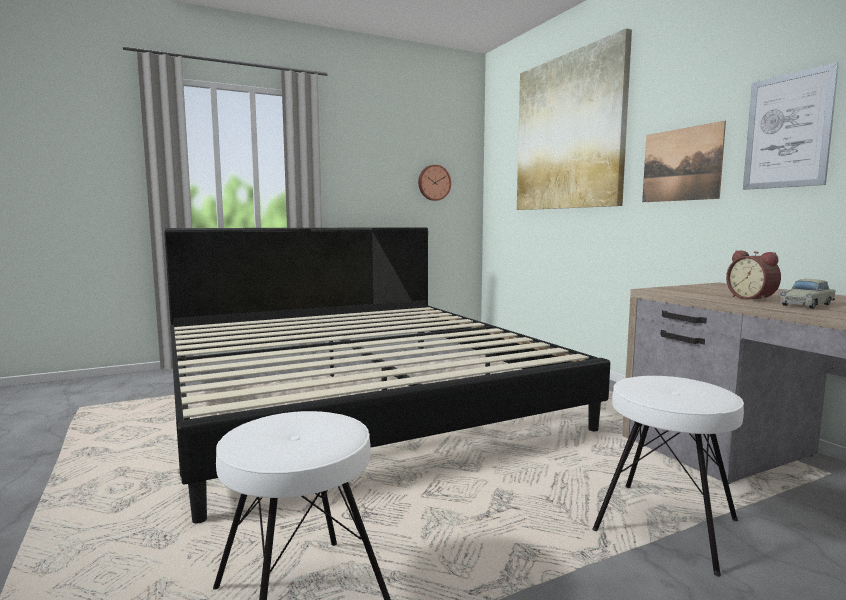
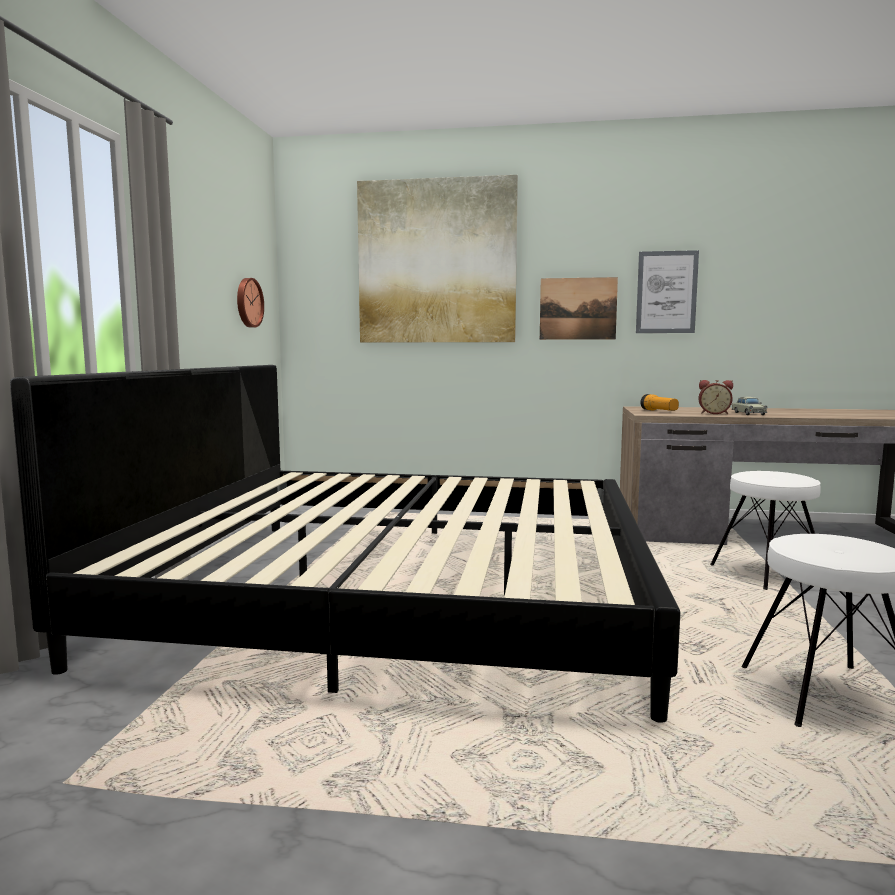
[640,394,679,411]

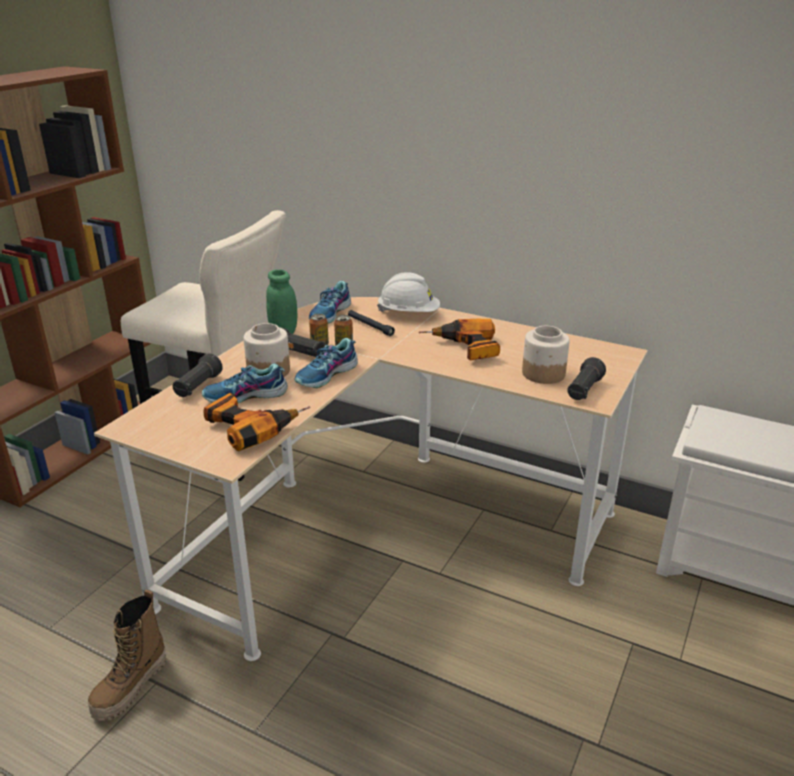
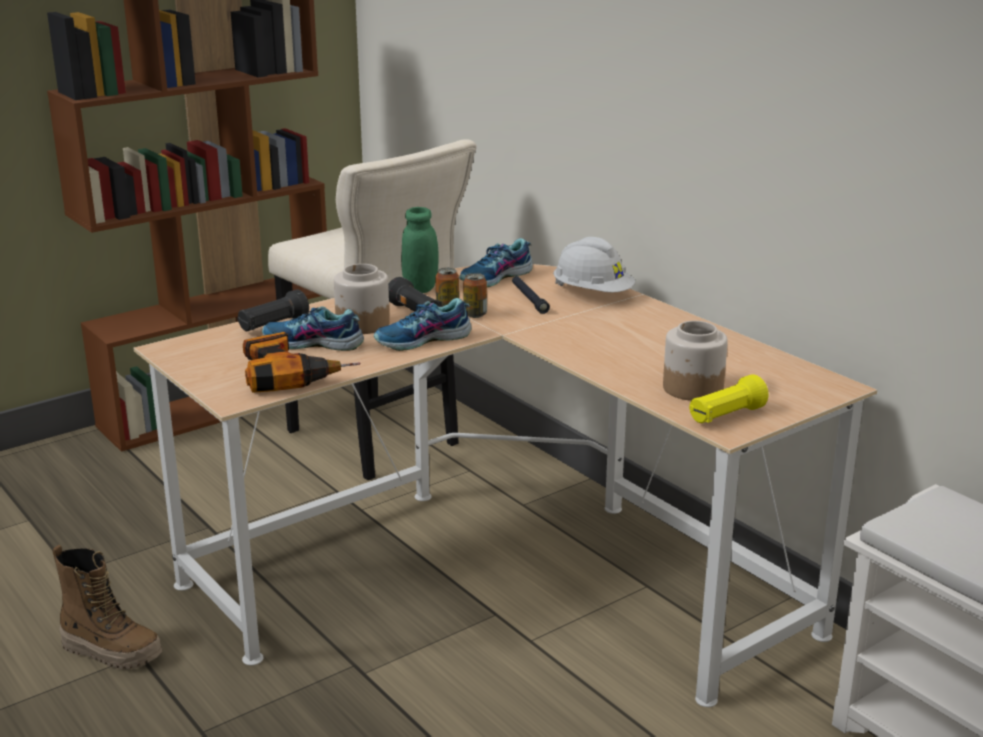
[53,545,162,669]
[419,319,500,360] (first image)
[689,374,768,423]

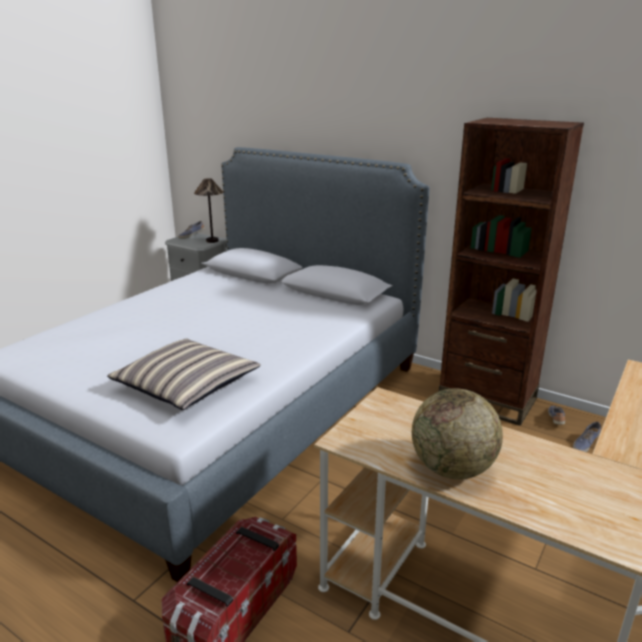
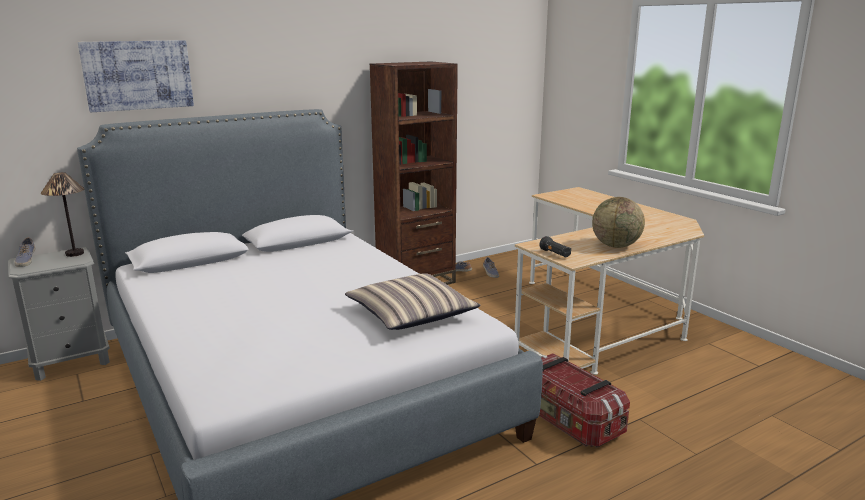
[78,40,194,112]
[540,236,571,257]

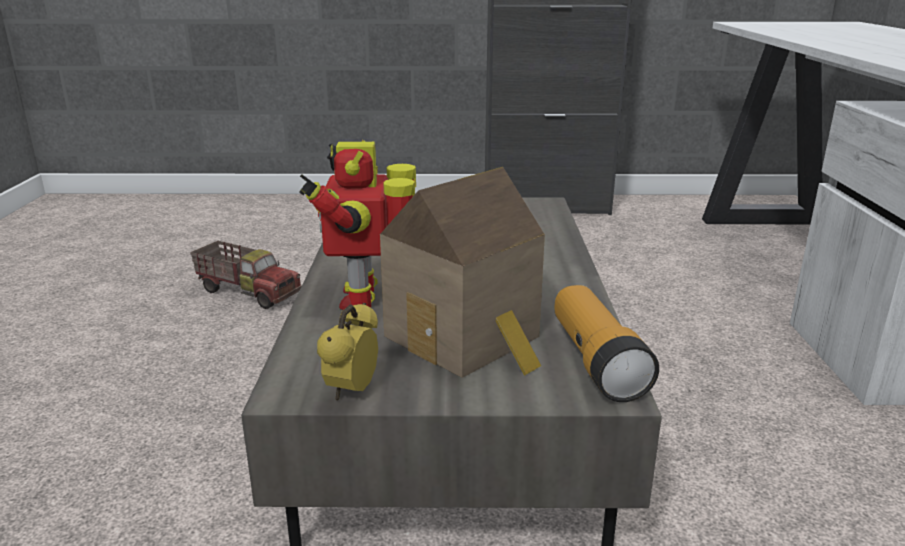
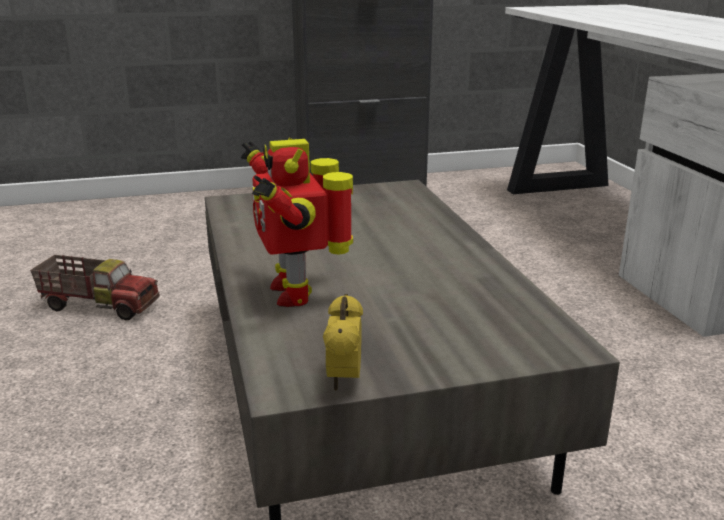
[380,167,545,378] (first image)
[554,285,659,402] (first image)

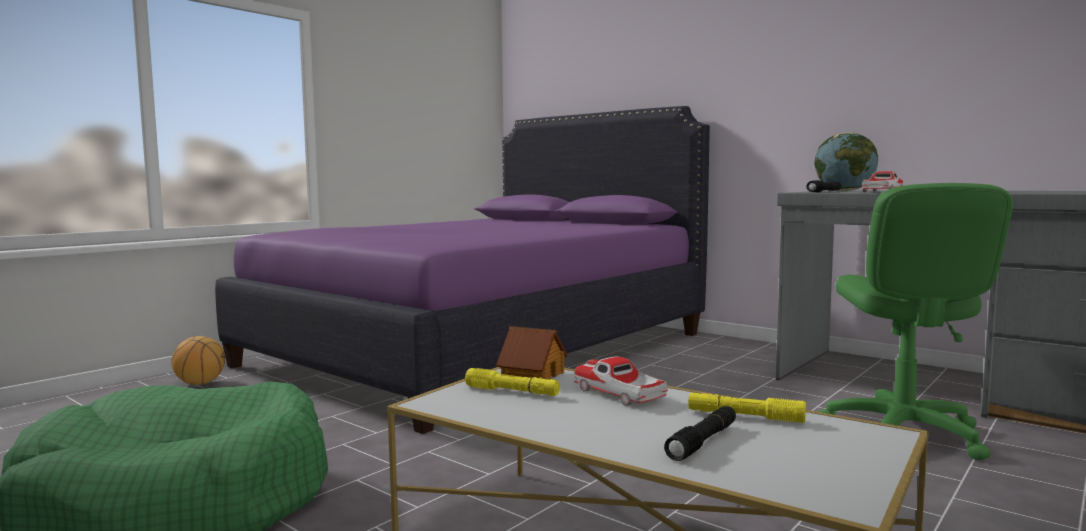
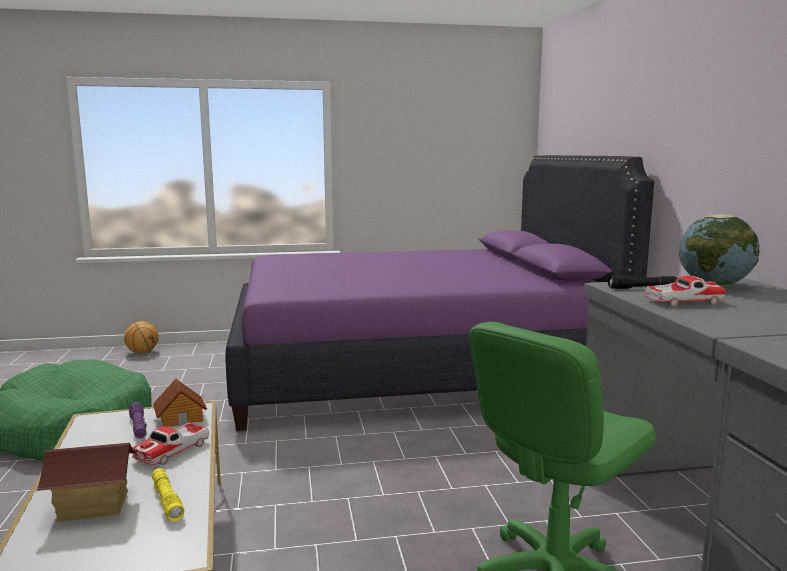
[124,321,159,353]
[129,402,147,439]
[132,423,209,465]
[36,443,137,522]

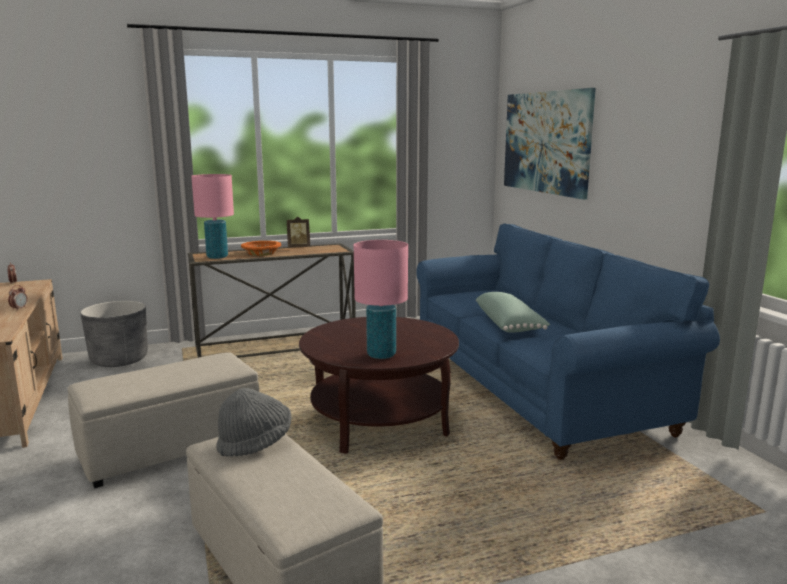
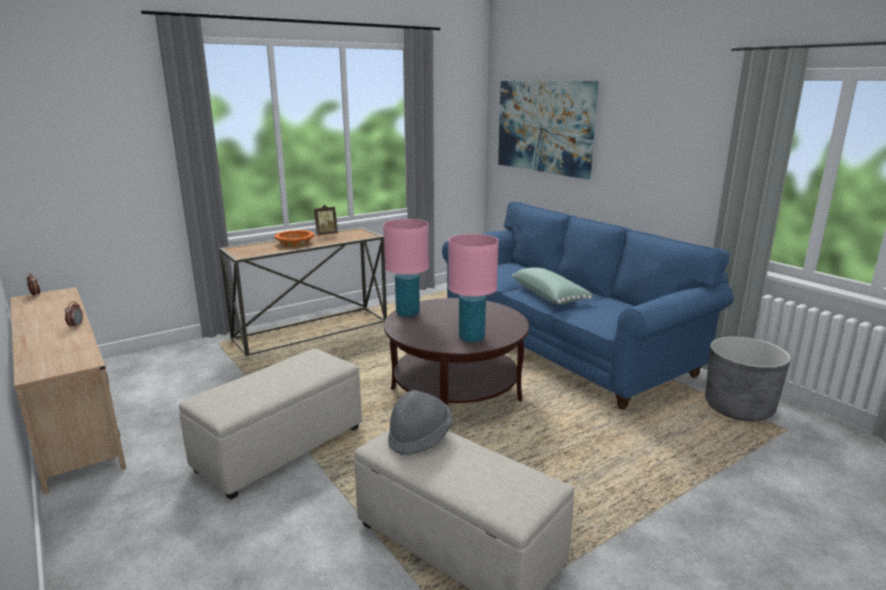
[705,336,791,421]
[383,219,429,317]

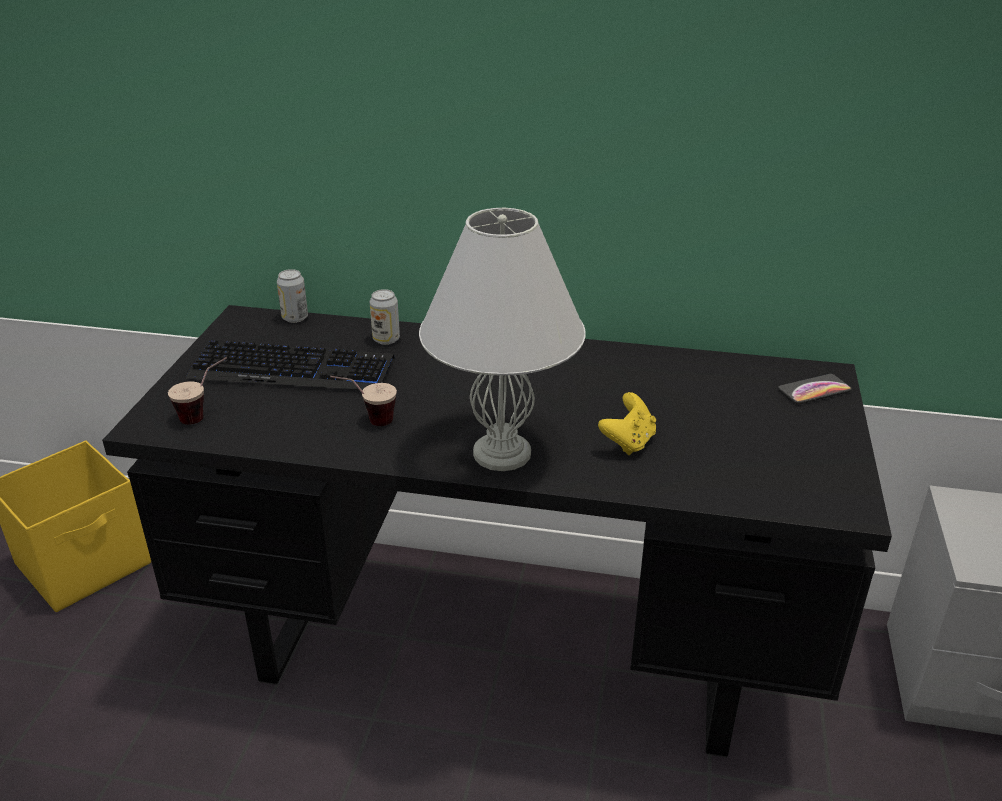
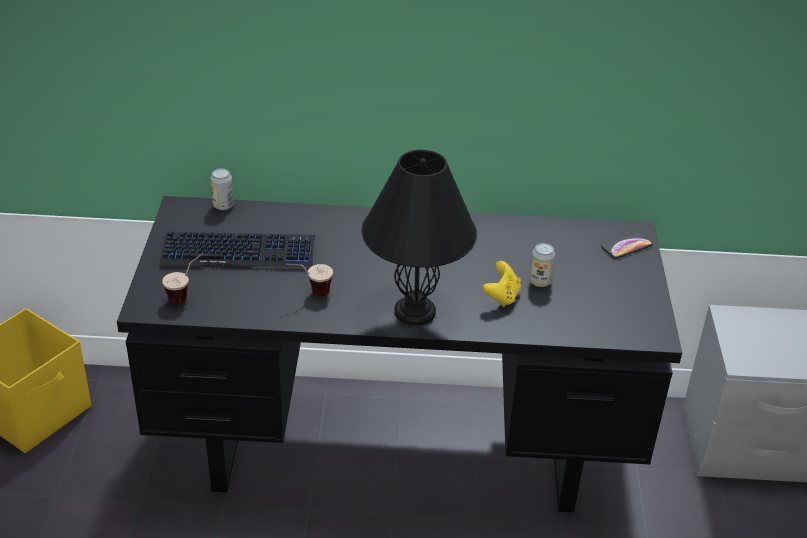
[529,243,555,287]
[361,150,477,326]

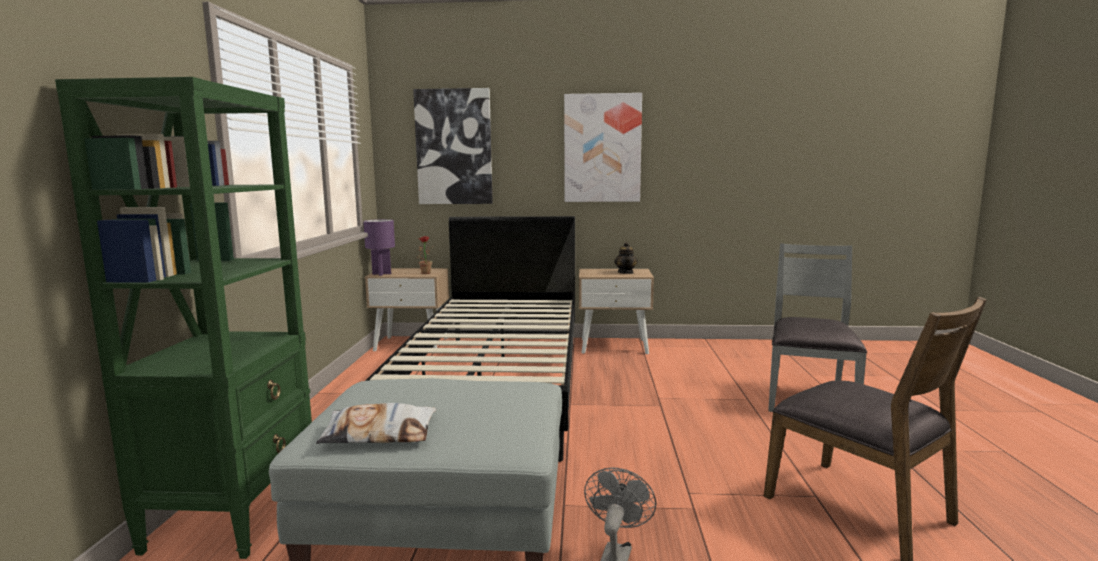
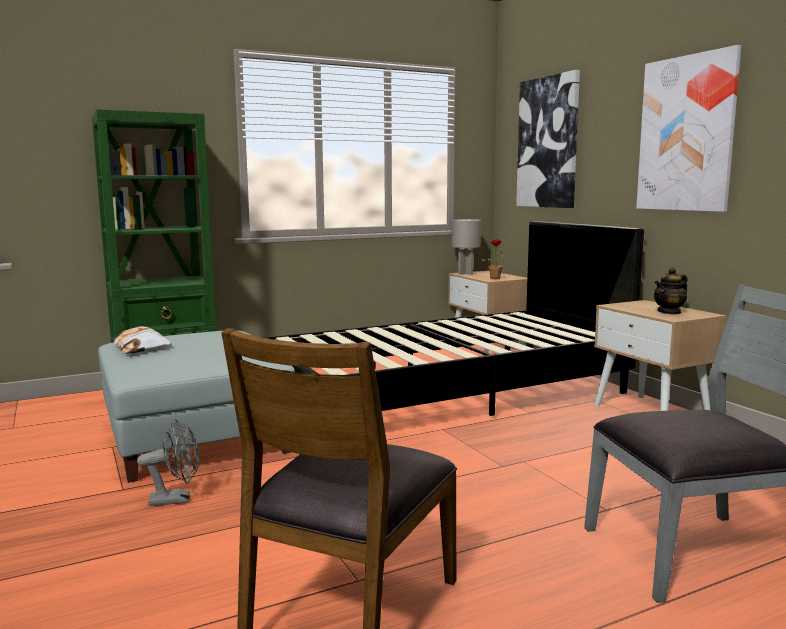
[452,219,481,275]

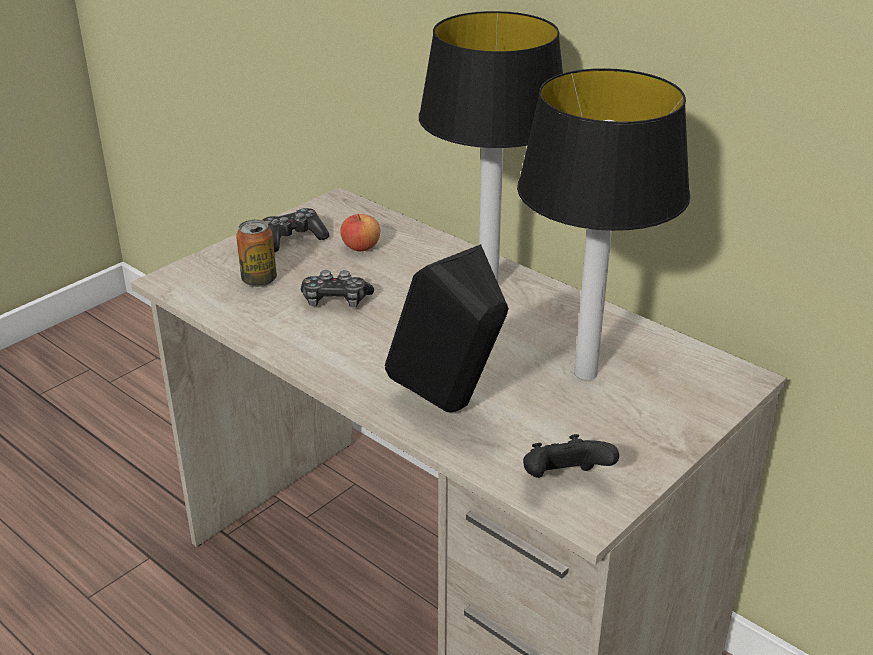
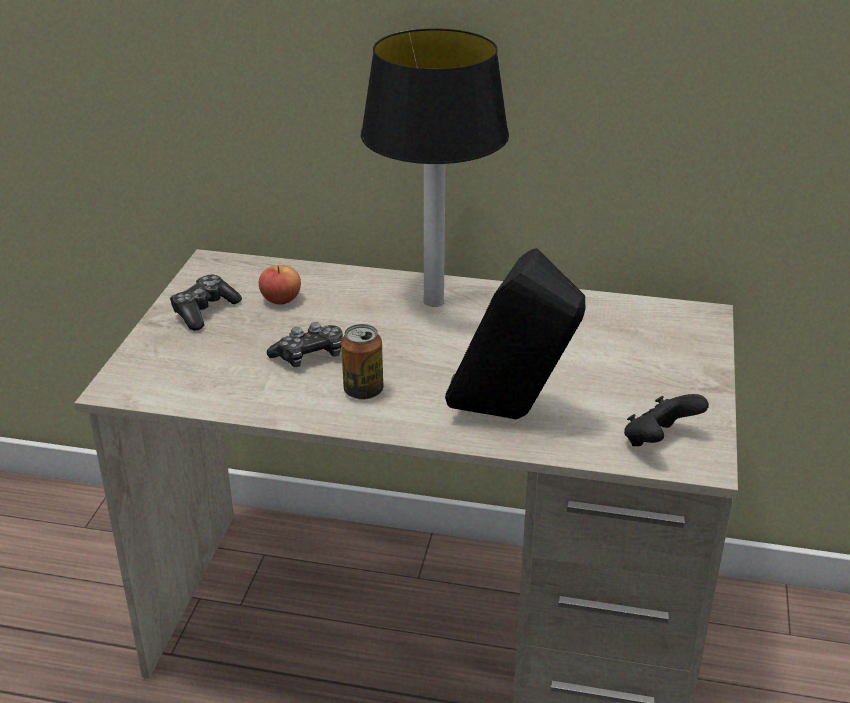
[341,324,384,400]
[517,68,690,380] (first image)

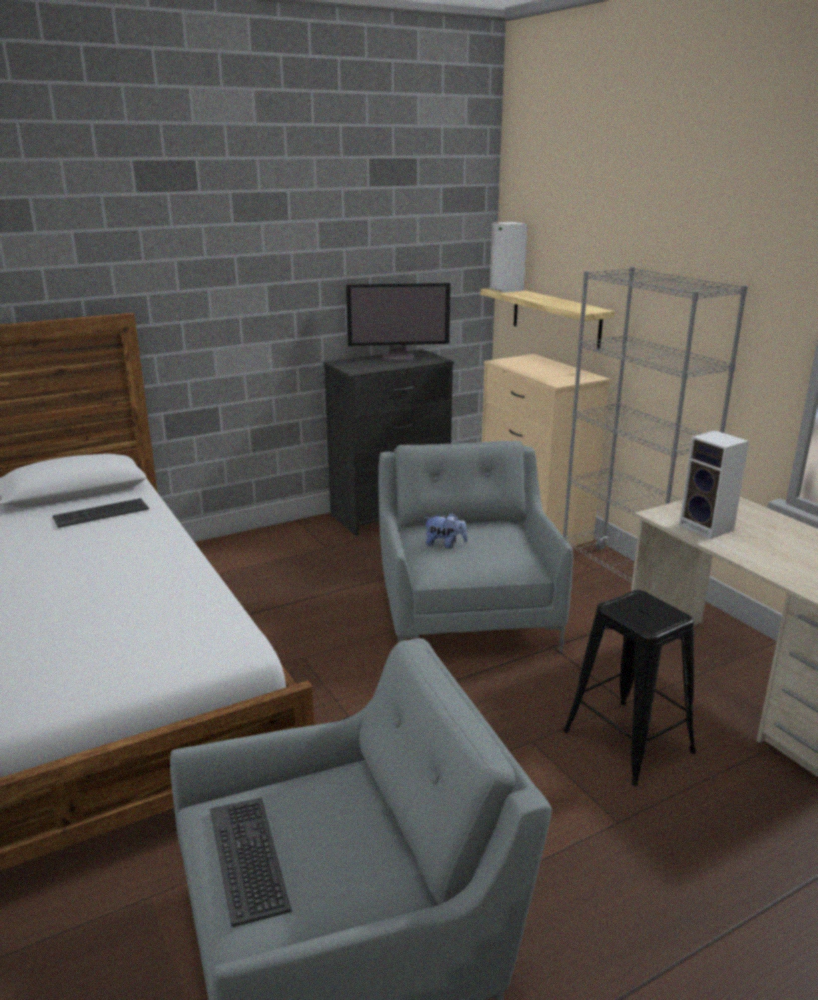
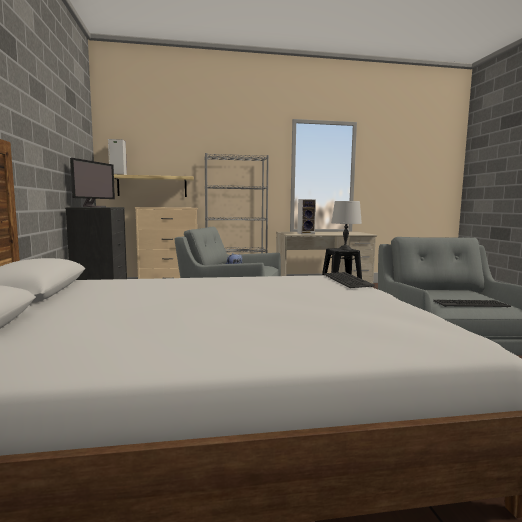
[324,272,375,288]
[331,201,362,250]

